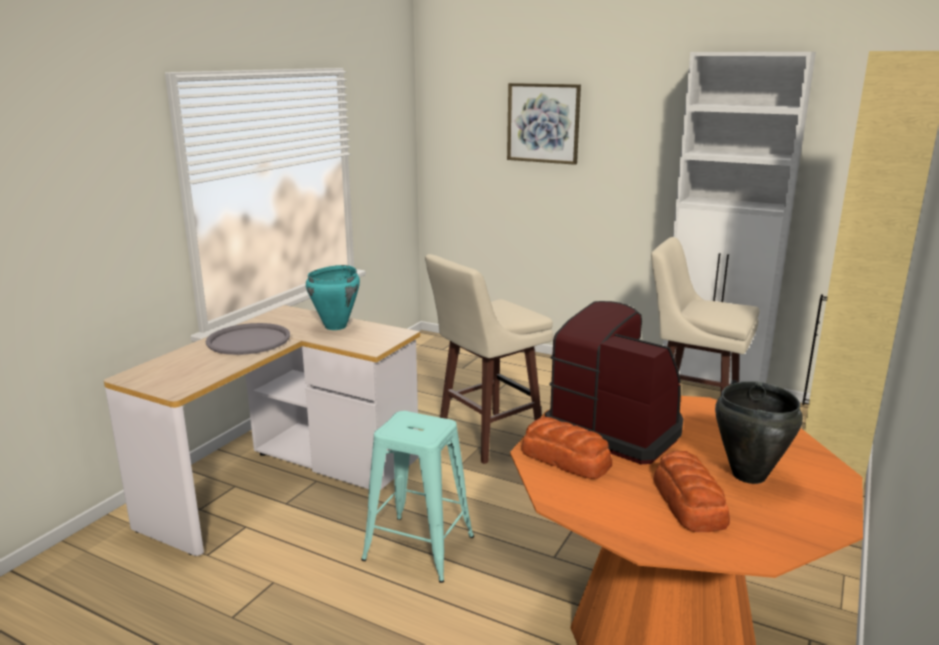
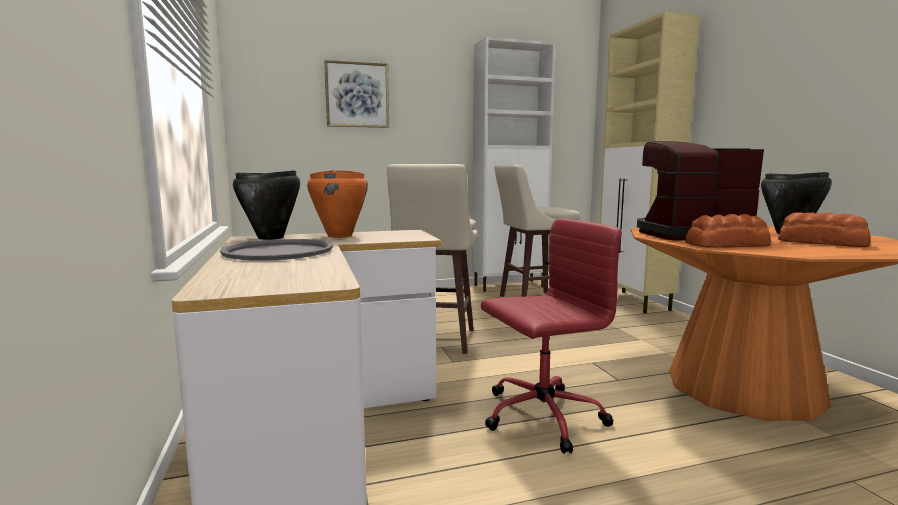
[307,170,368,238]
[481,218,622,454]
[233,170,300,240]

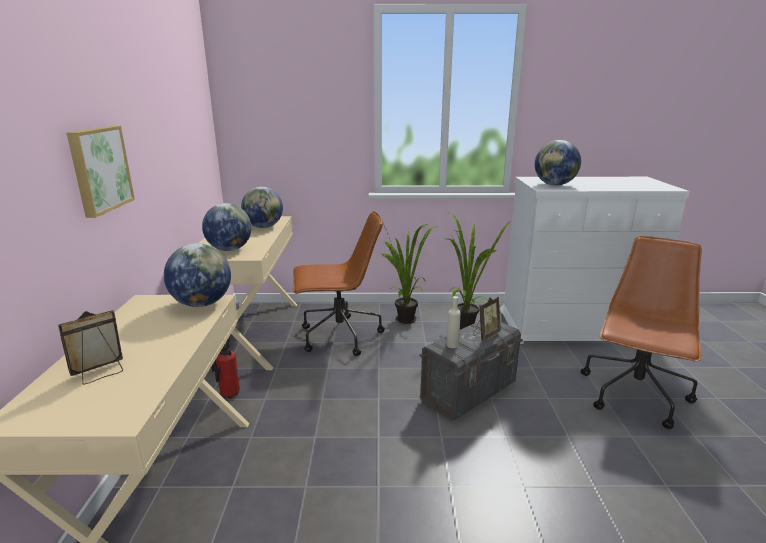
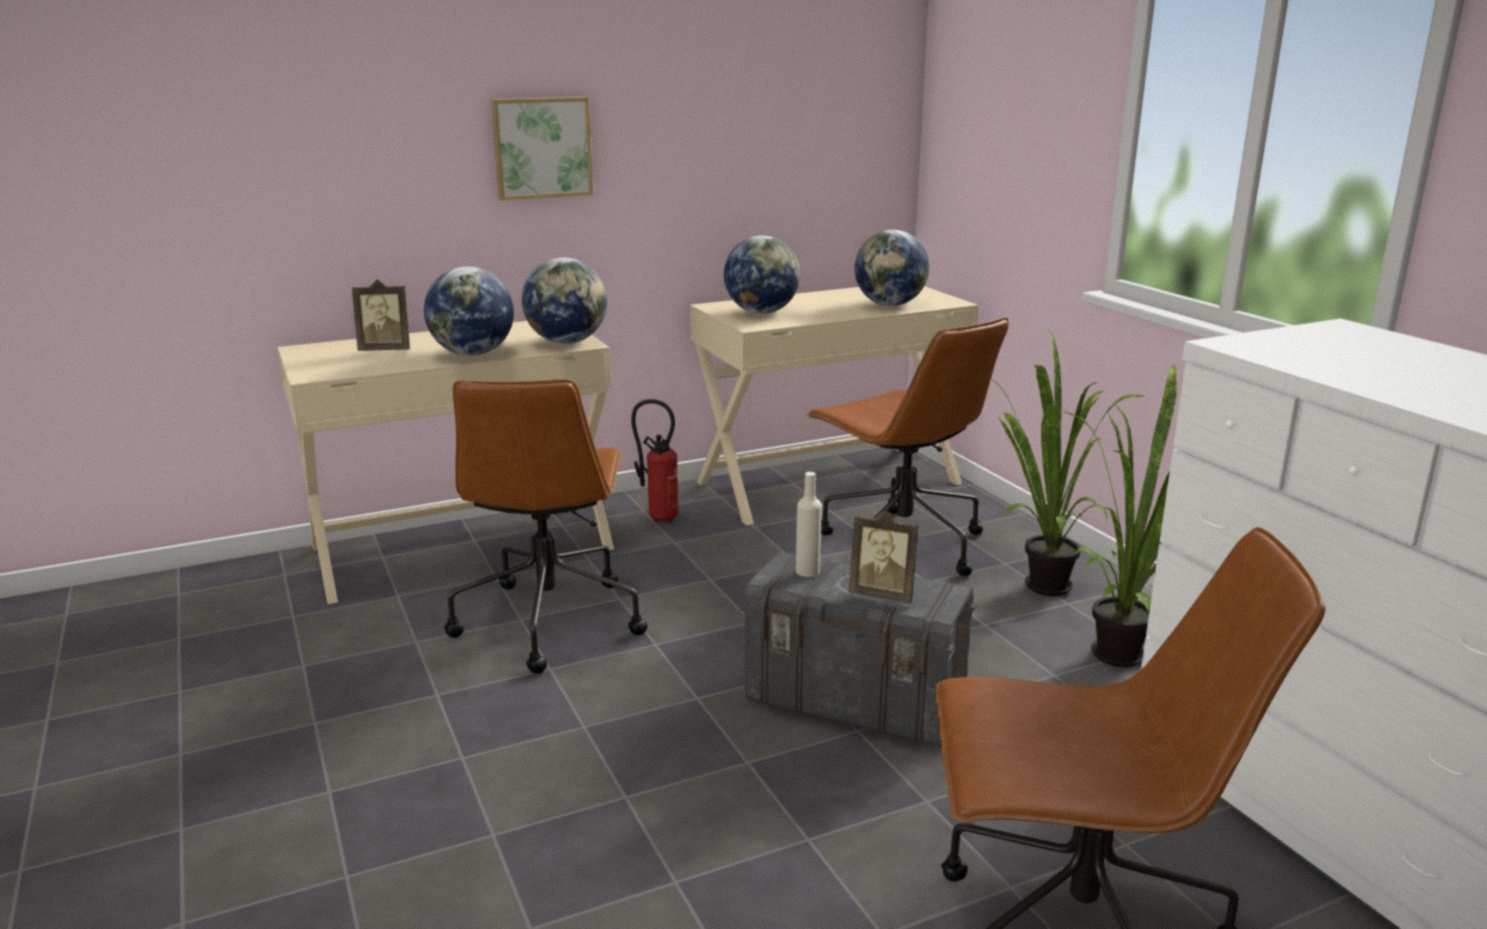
[352,279,410,351]
[424,266,514,356]
[444,379,647,673]

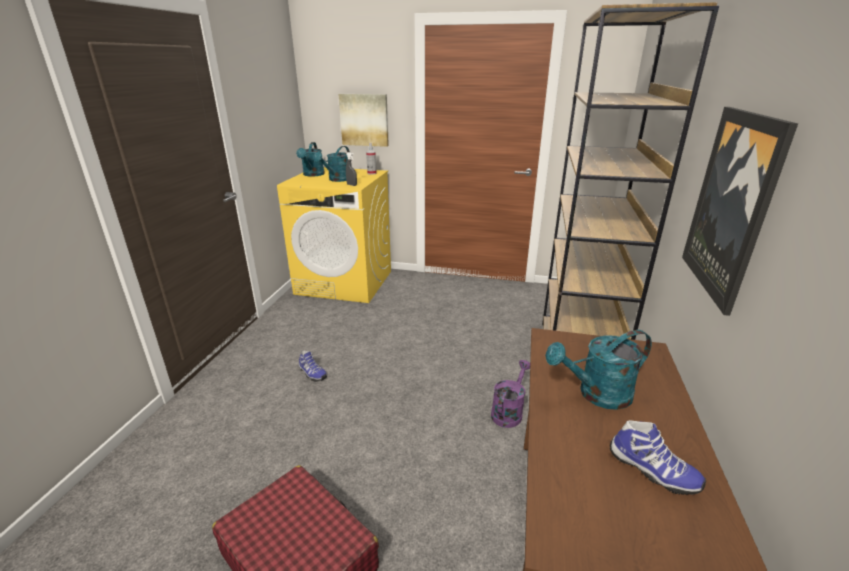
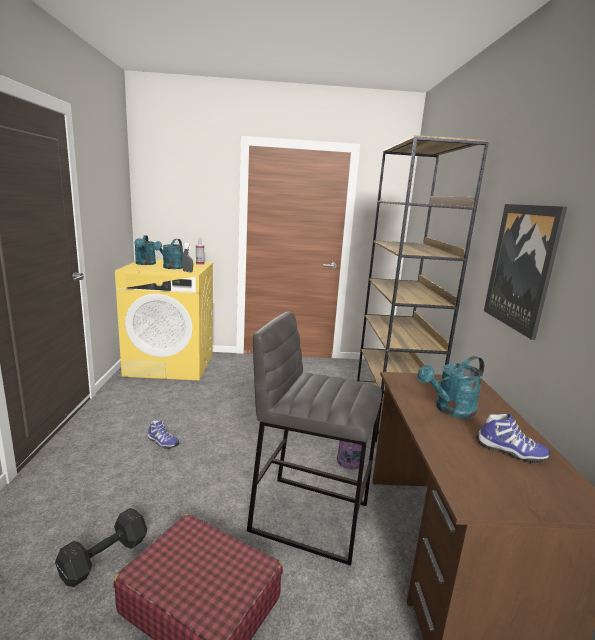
[338,94,389,147] (first image)
[55,508,147,587]
[247,311,382,566]

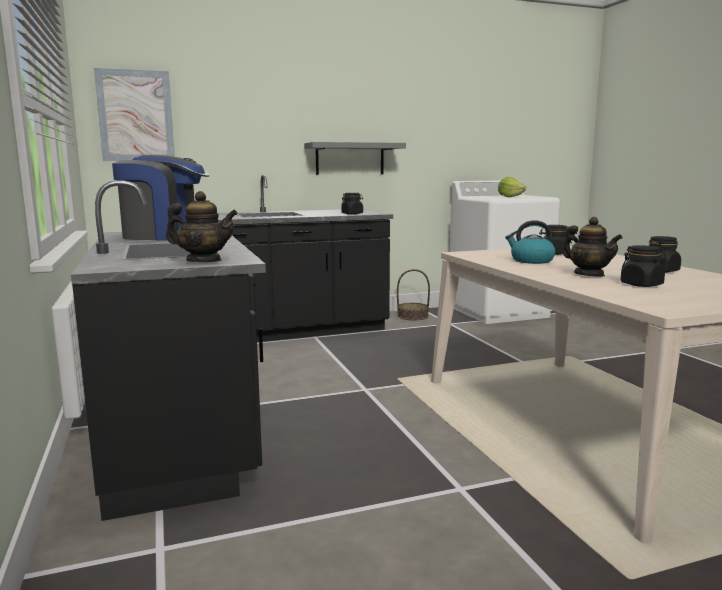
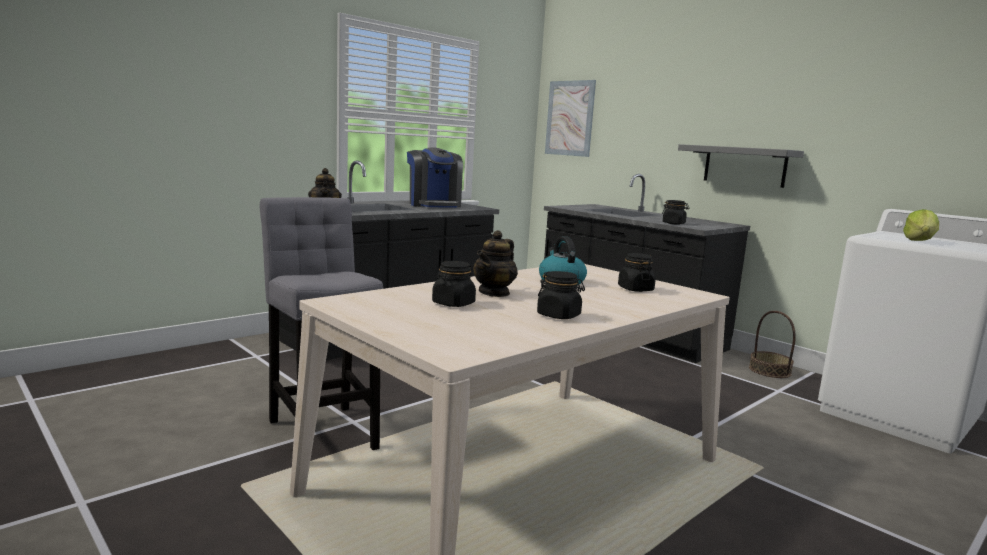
[260,197,383,450]

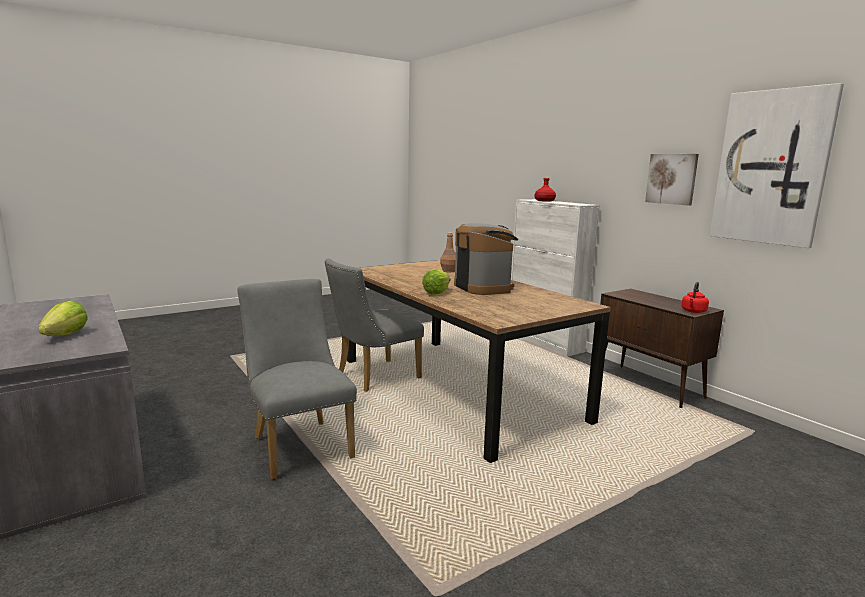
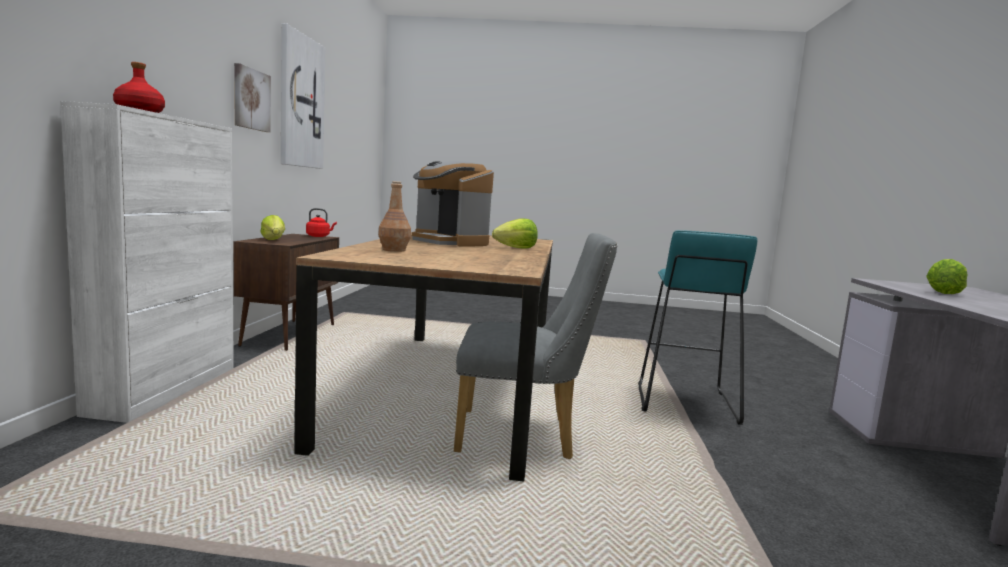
[638,230,757,425]
[412,161,494,247]
[261,215,285,240]

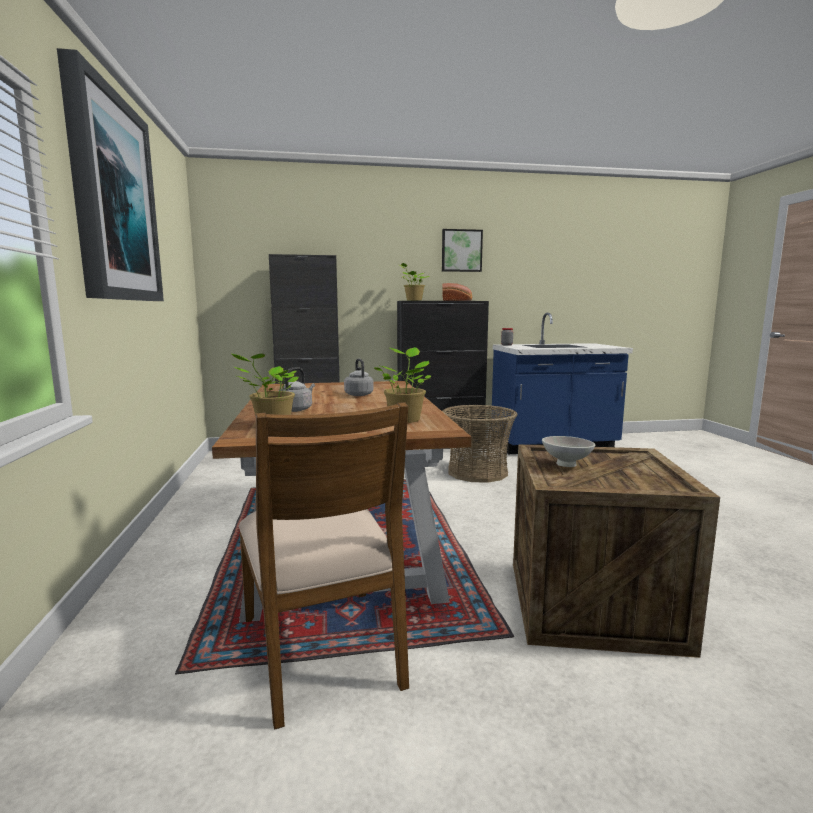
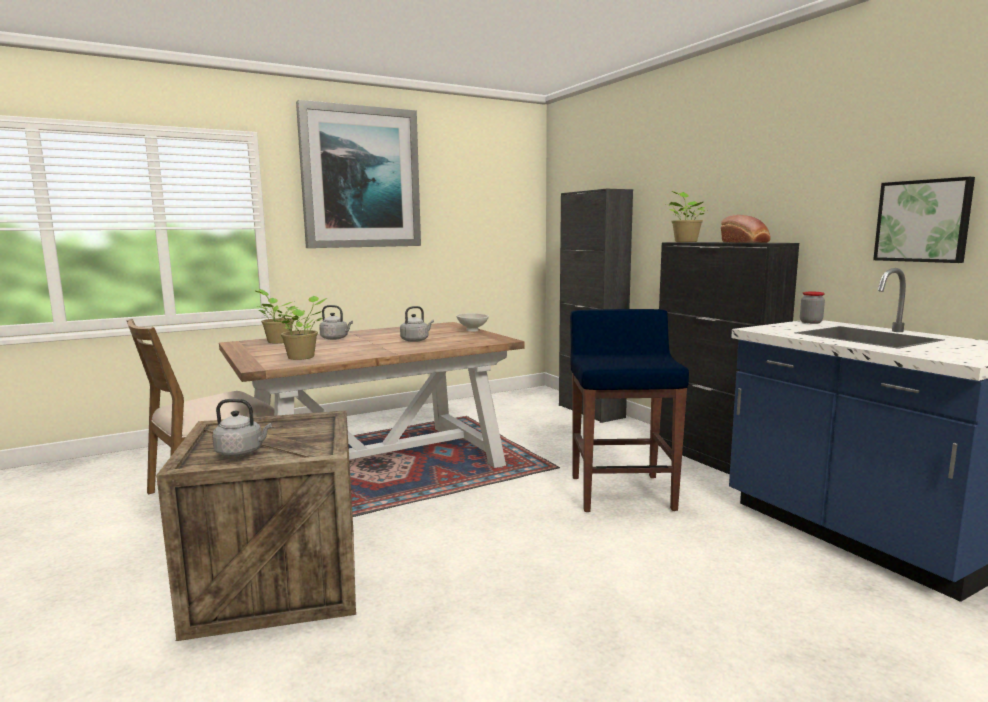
[873,177,975,263]
[570,309,689,512]
[456,313,489,332]
[212,399,272,457]

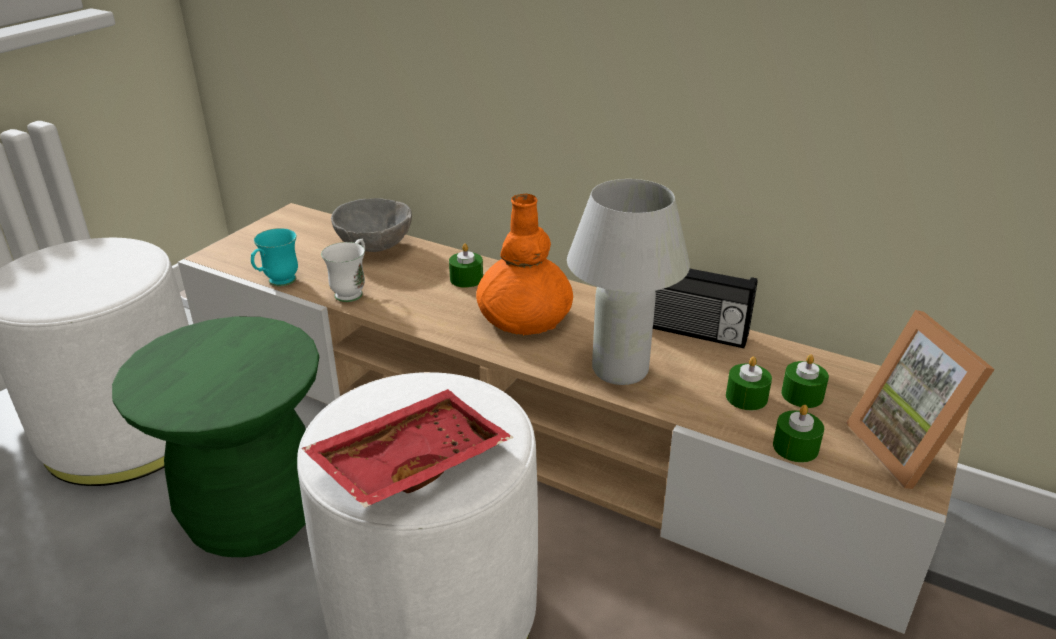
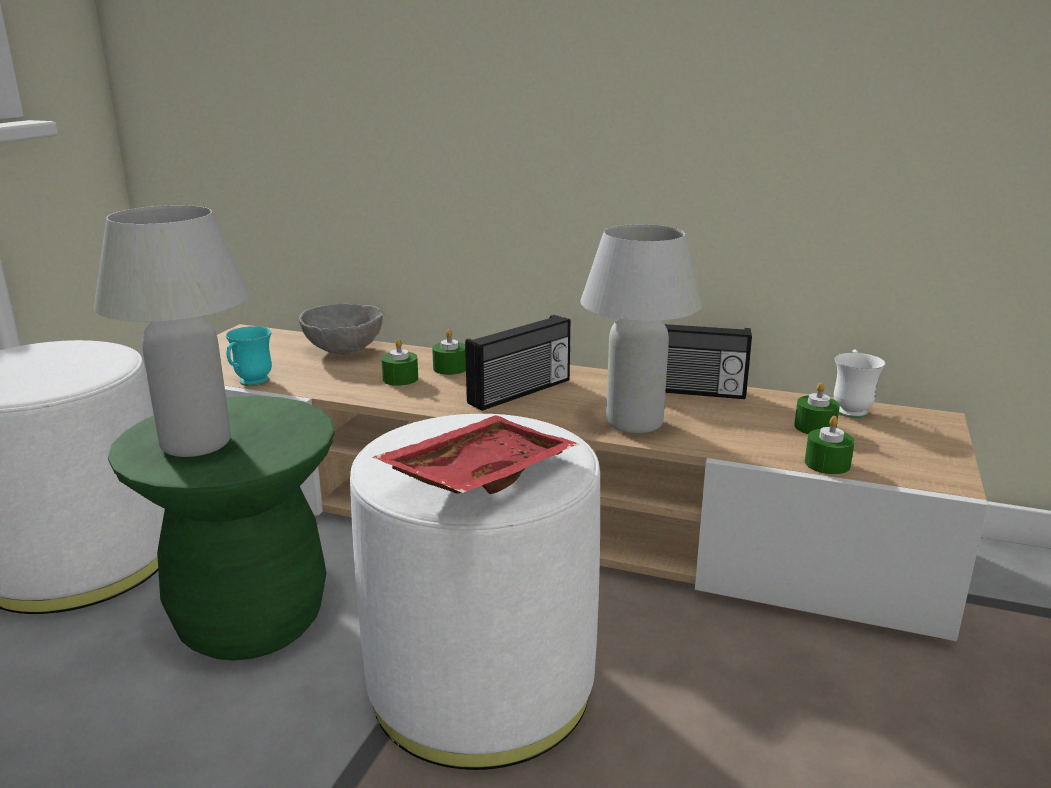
[834,349,886,418]
[465,315,571,411]
[381,339,418,386]
[846,310,995,489] (first image)
[94,205,249,457]

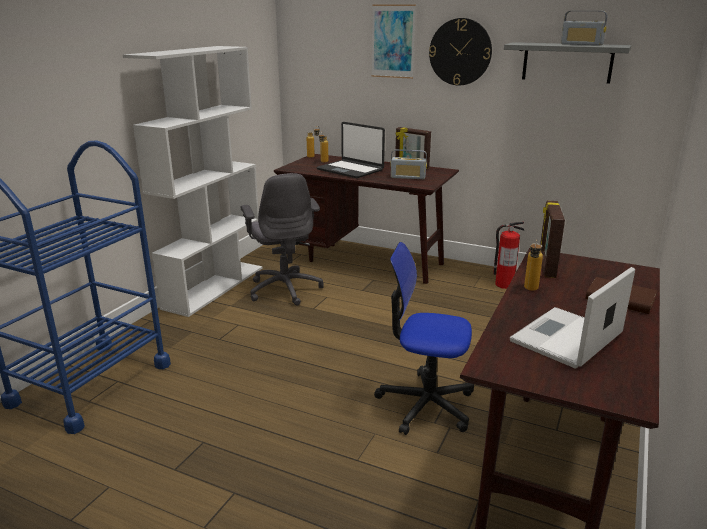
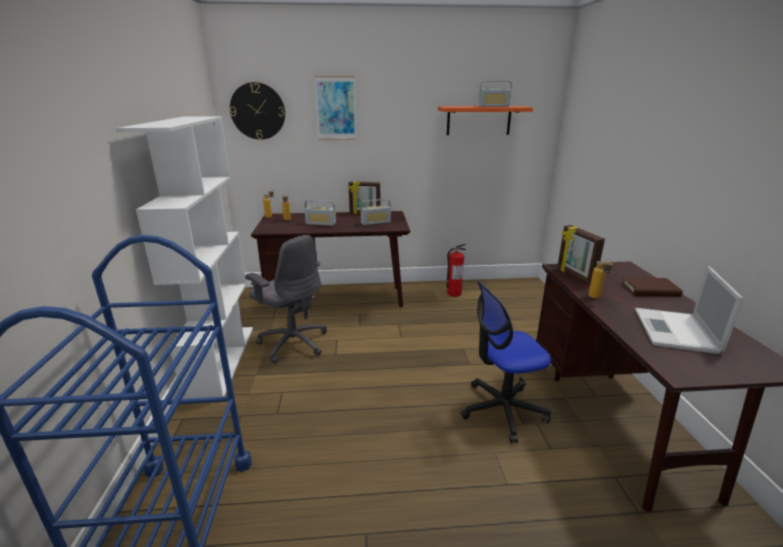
[305,200,336,226]
[230,82,285,140]
[438,106,533,135]

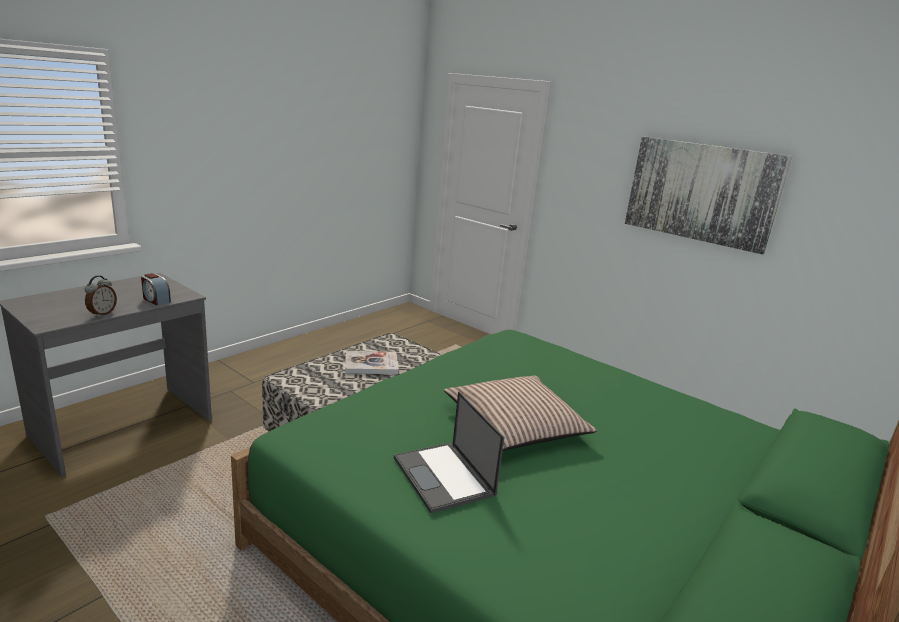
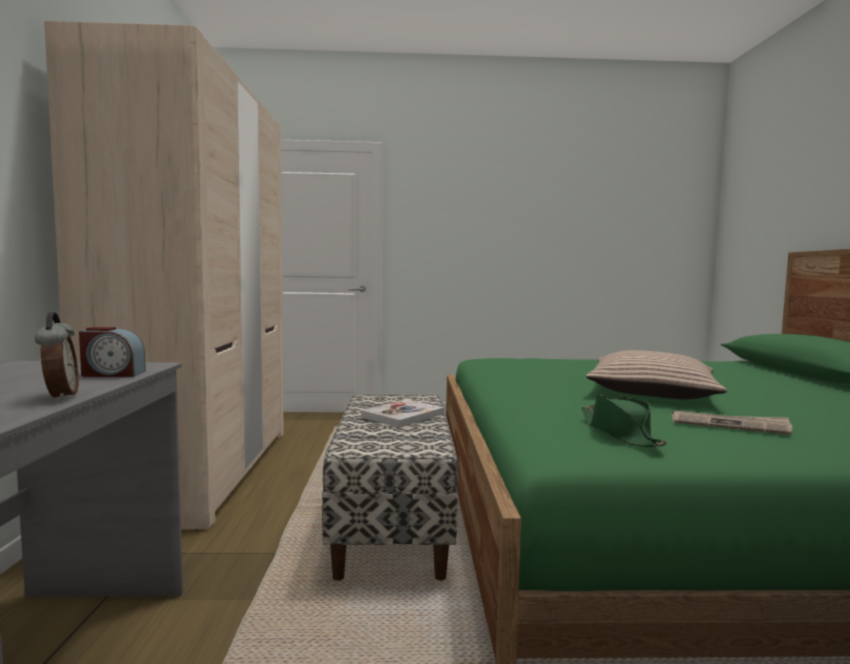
[672,411,792,435]
[625,137,792,255] (first image)
[44,21,284,531]
[581,394,667,447]

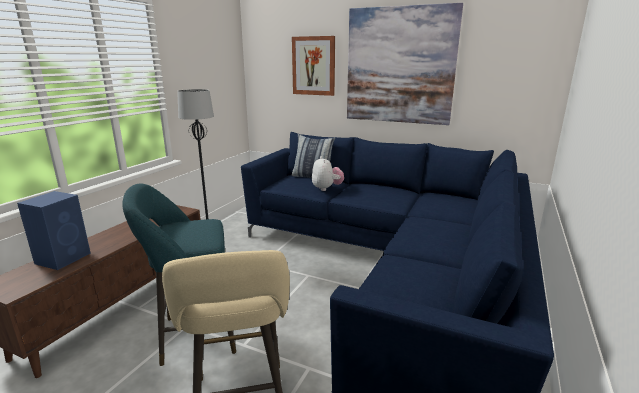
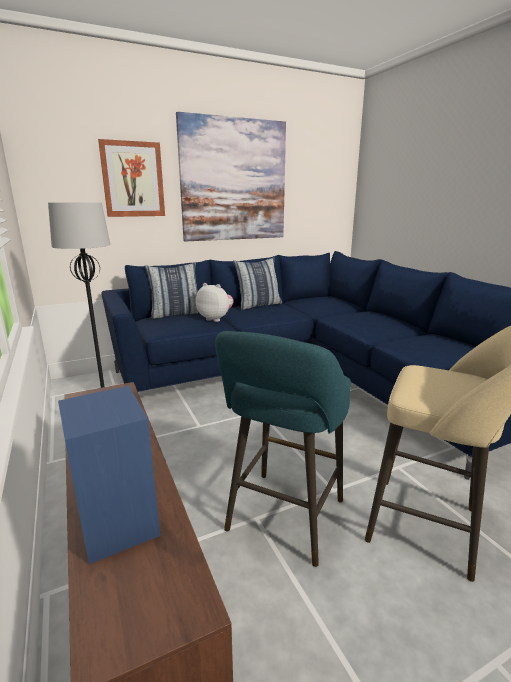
[233,257,282,310]

